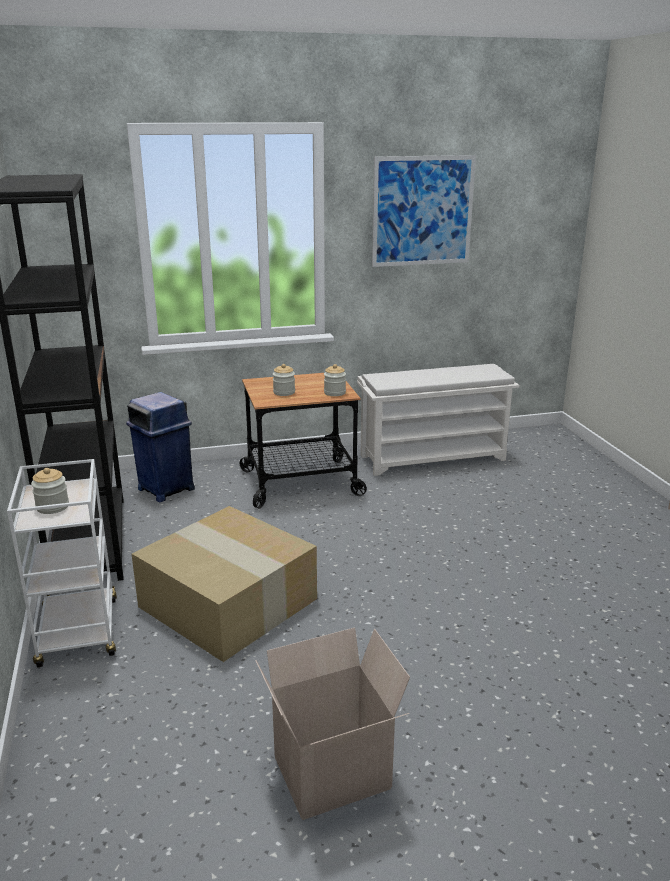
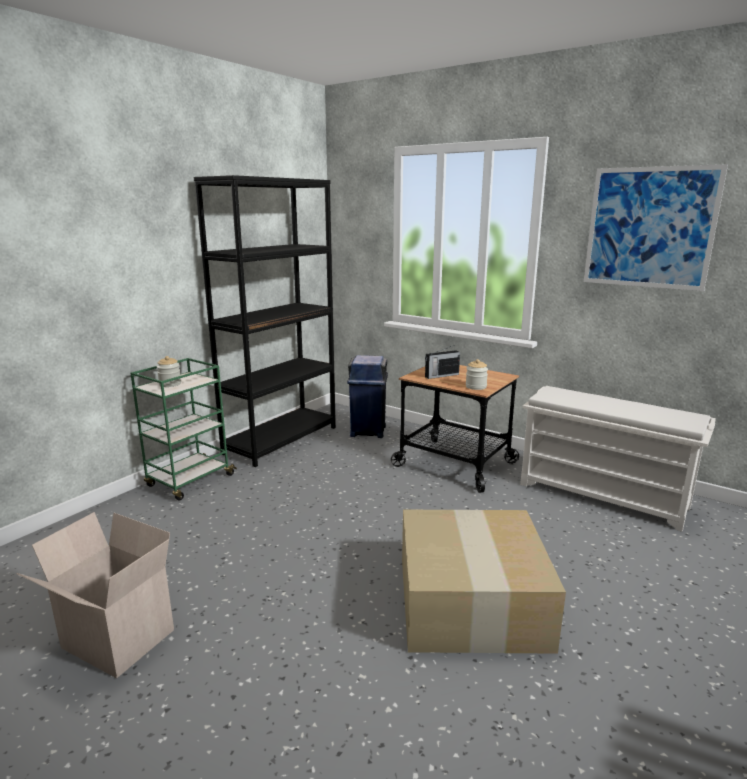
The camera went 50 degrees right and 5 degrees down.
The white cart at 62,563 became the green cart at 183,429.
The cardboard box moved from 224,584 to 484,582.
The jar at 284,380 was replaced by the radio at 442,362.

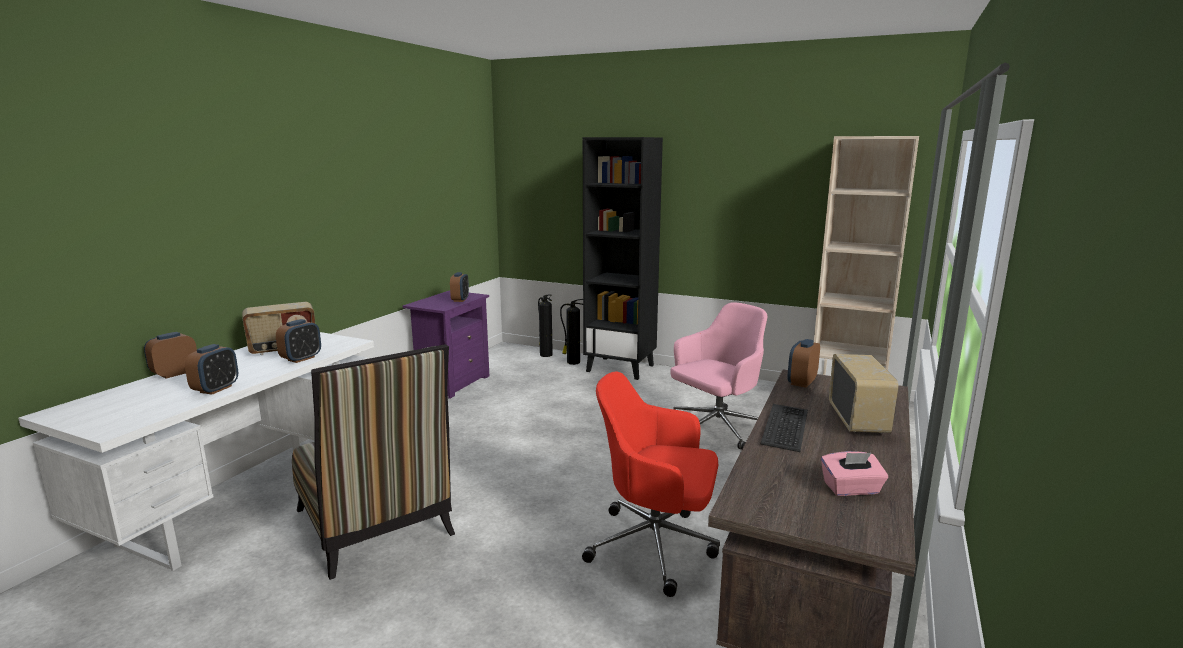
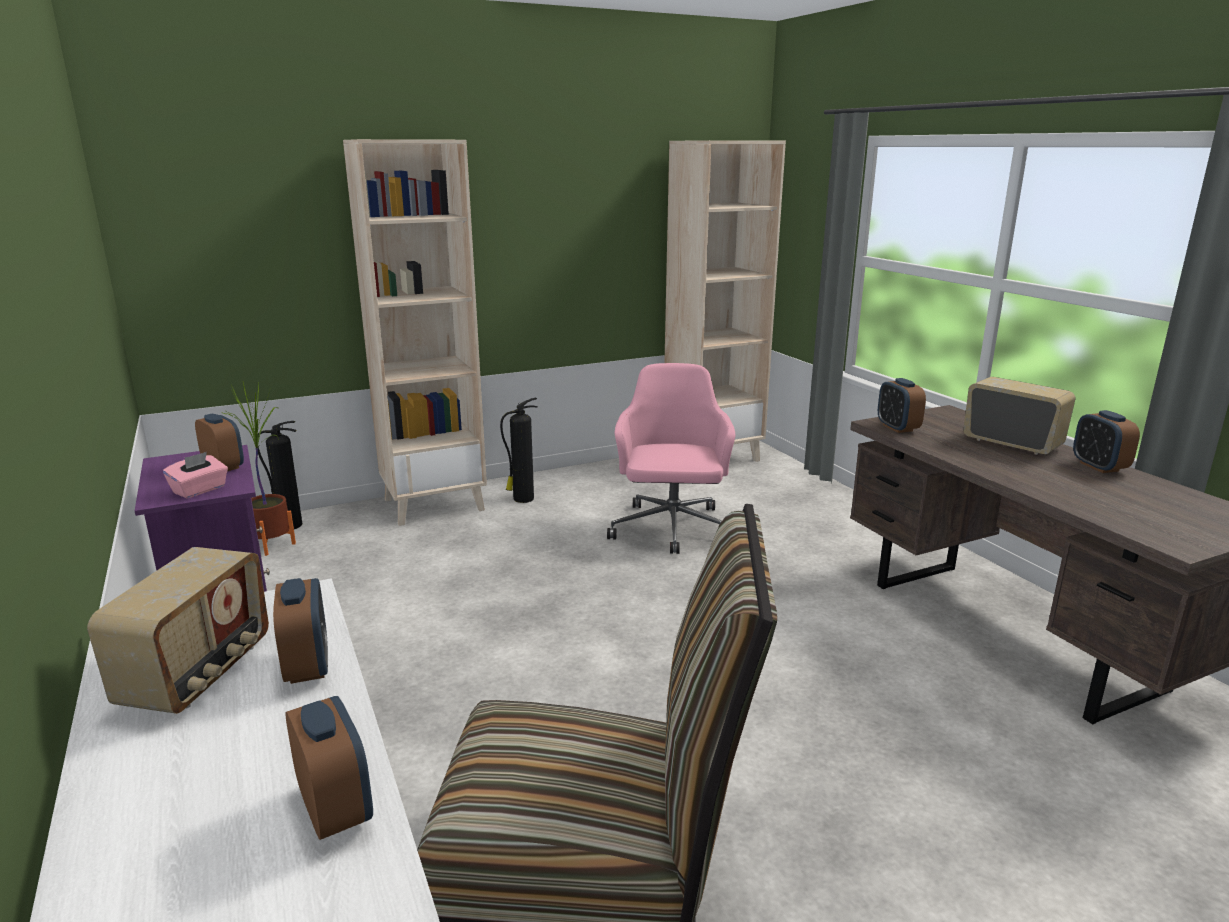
The camera went 50 degrees left and 5 degrees up.
The alarm clock moved from 170,355 to 1106,441.
The fire extinguisher moved from 571,332 to 518,450.
The red office chair at 651,484 disappeared.
The black bookcase at 623,258 became the beige bookcase at 415,332.
The keyboard at 784,428 disappeared.
The pink tissue box moved from 854,473 to 195,475.
The potted plant at 259,469 appeared.

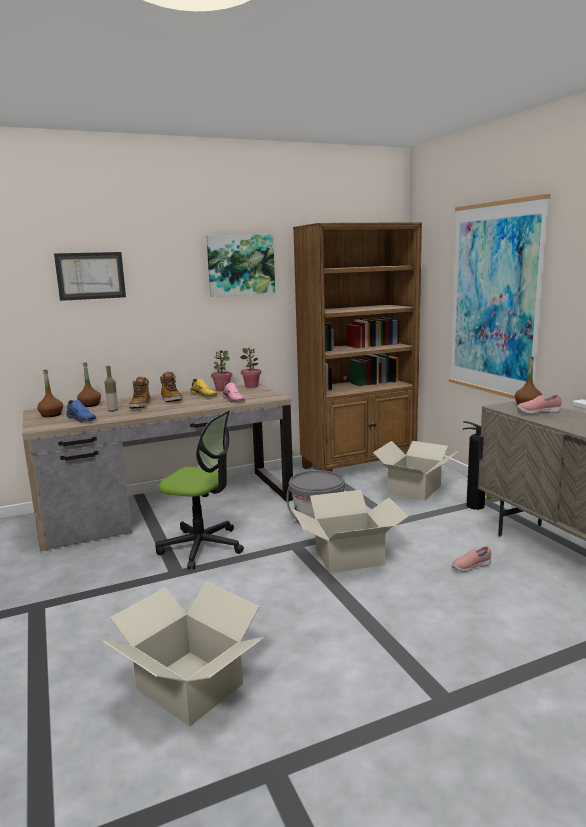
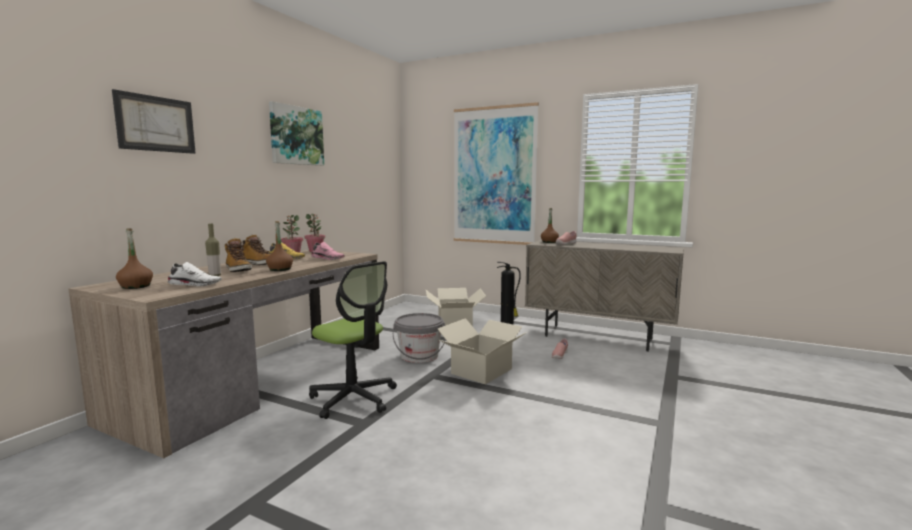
The camera went 40 degrees left and 5 degrees down.
The blue shoe at 81,411 became the white shoe at 194,274.
The brown bottle moved from 89,384 to 279,246.
The cardboard box at 183,654 disappeared.
The office chair at 199,489 turned 60 degrees clockwise.
The brown bookcase at 357,347 disappeared.

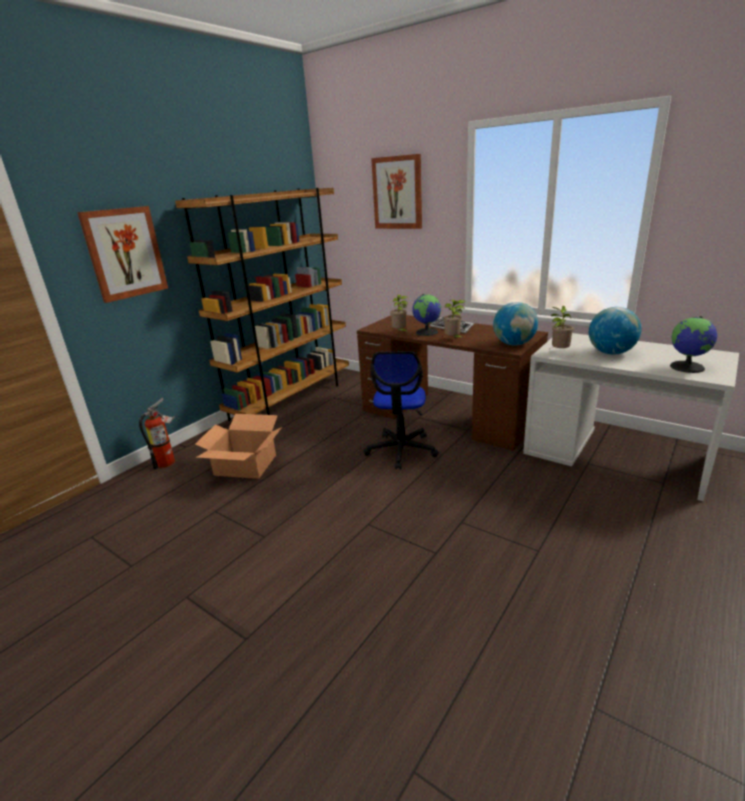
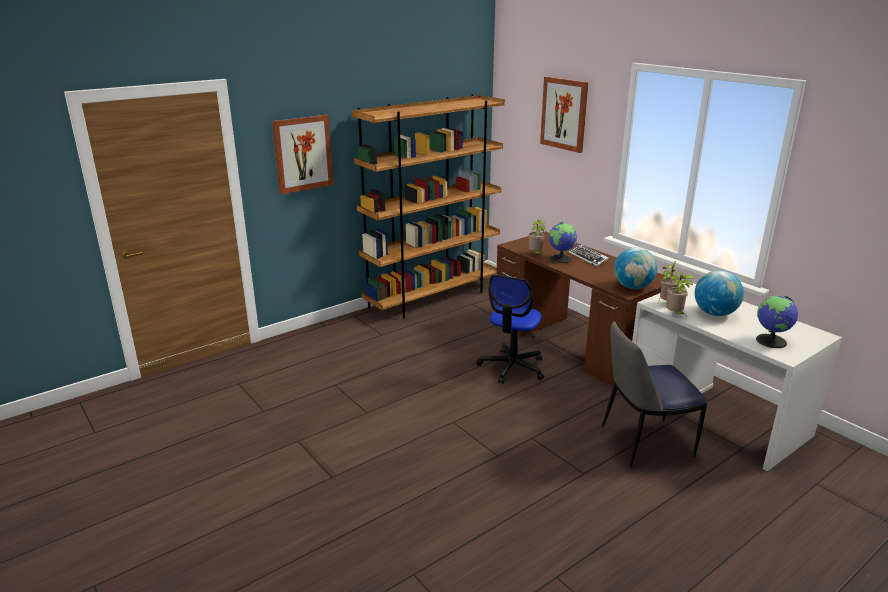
The camera went 15 degrees right and 0 degrees up.
The fire extinguisher at 157,433 disappeared.
The cardboard box at 238,446 disappeared.
The potted plant moved from 455,318 to 680,294.
The chair at 655,394 appeared.

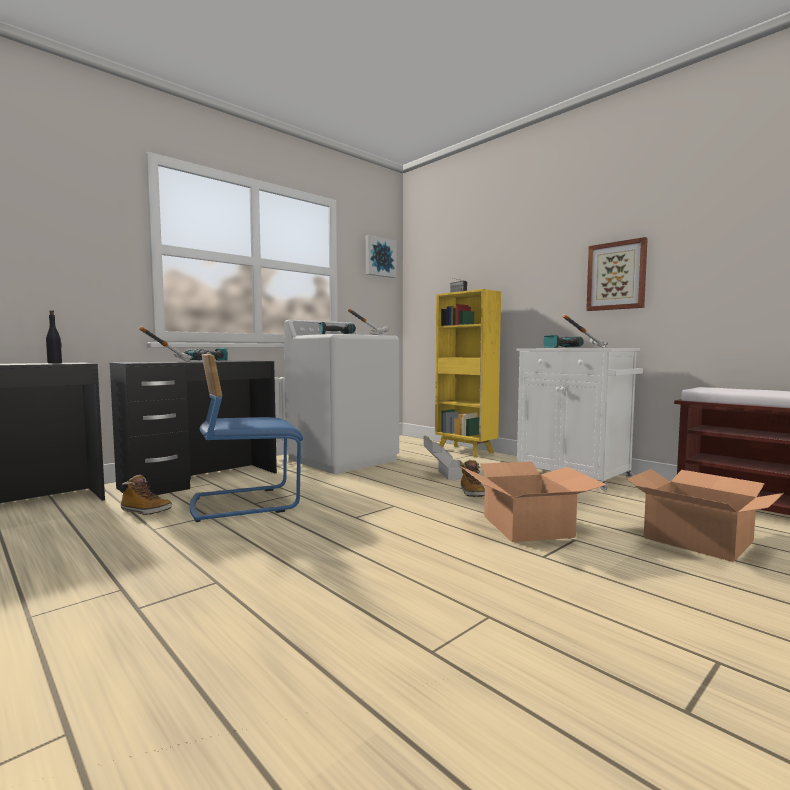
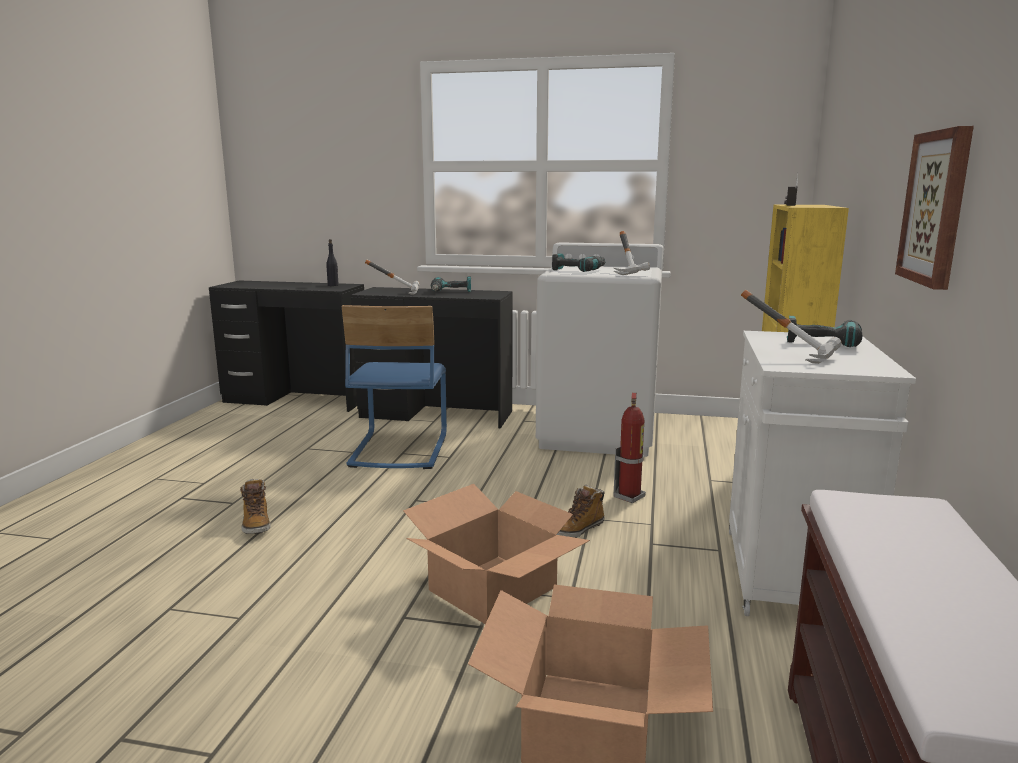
The camera went 55 degrees right and 10 degrees up.
The boot moved from 146,495 to 255,506.
The blue chair at 246,438 turned 120 degrees counterclockwise.
The picture at 381,256 disappeared.
The cardboard box at 444,458 was replaced by the fire extinguisher at 629,448.

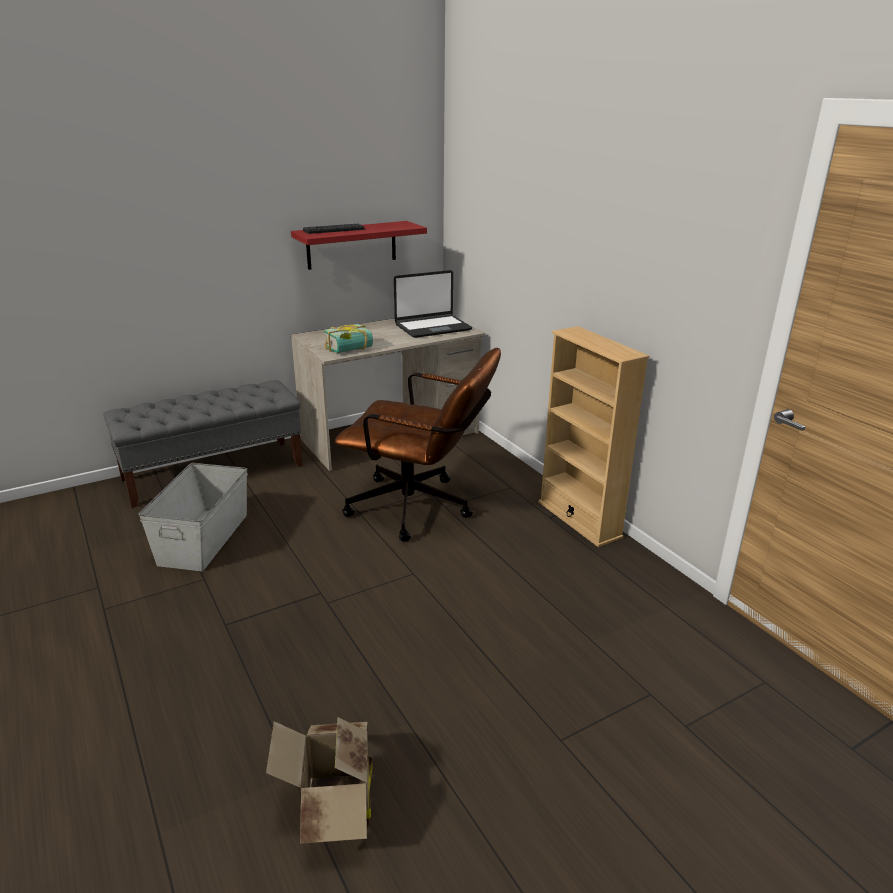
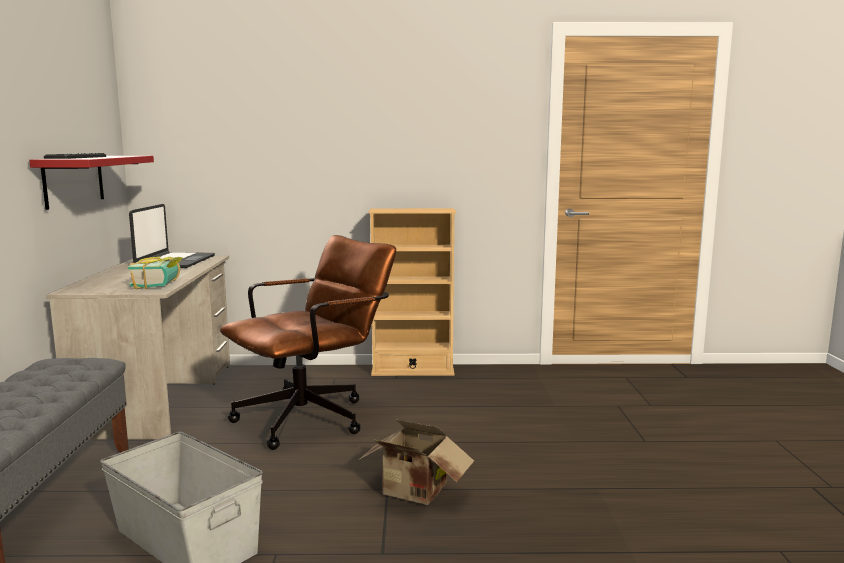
The camera went 60 degrees left and 15 degrees down.
The cardboard box moved from 319,780 to 416,462.

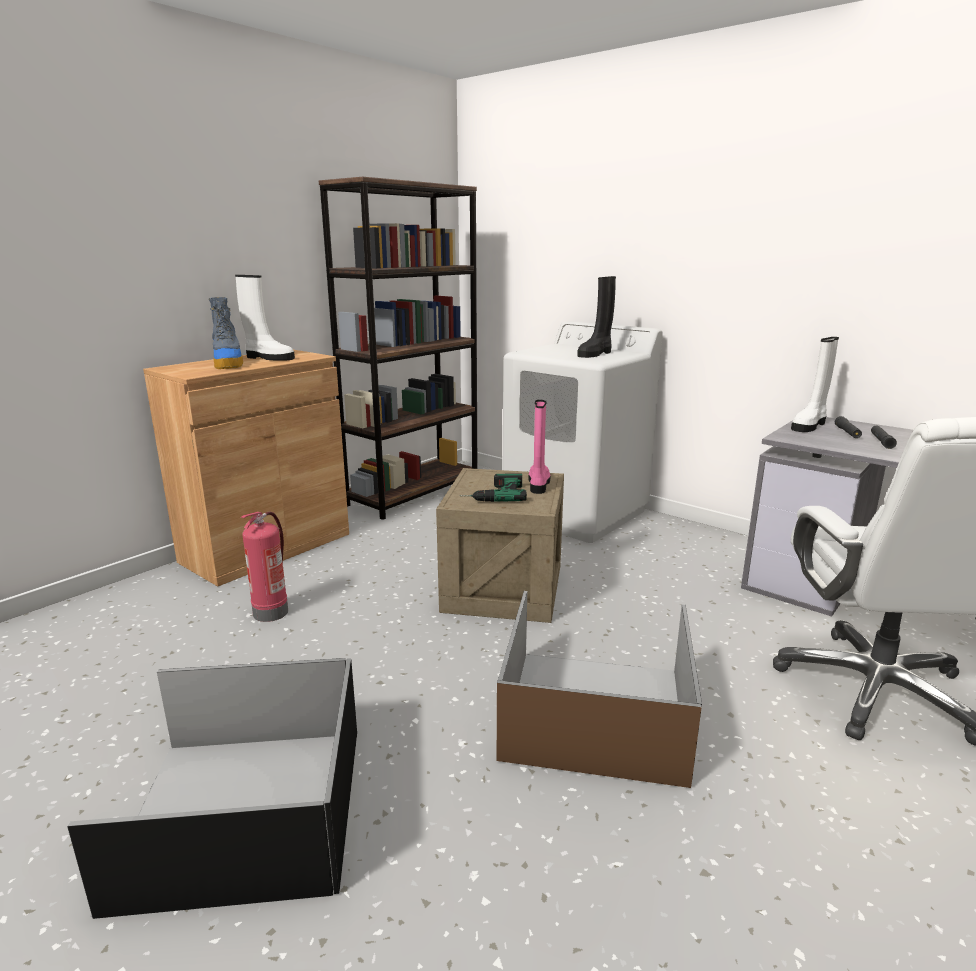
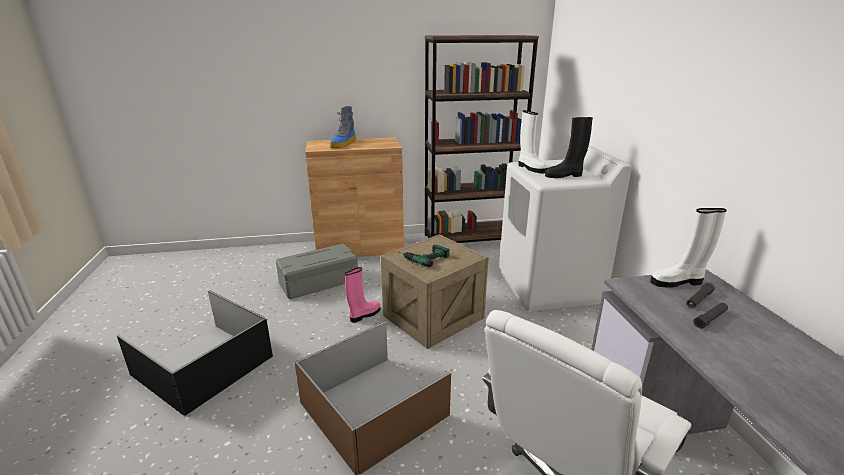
The camera went 40 degrees right and 5 degrees up.
The white boot moved from 265,318 to 533,141.
The fire extinguisher at 264,567 was replaced by the grey storage box at 317,271.
The pink boot moved from 539,447 to 362,295.

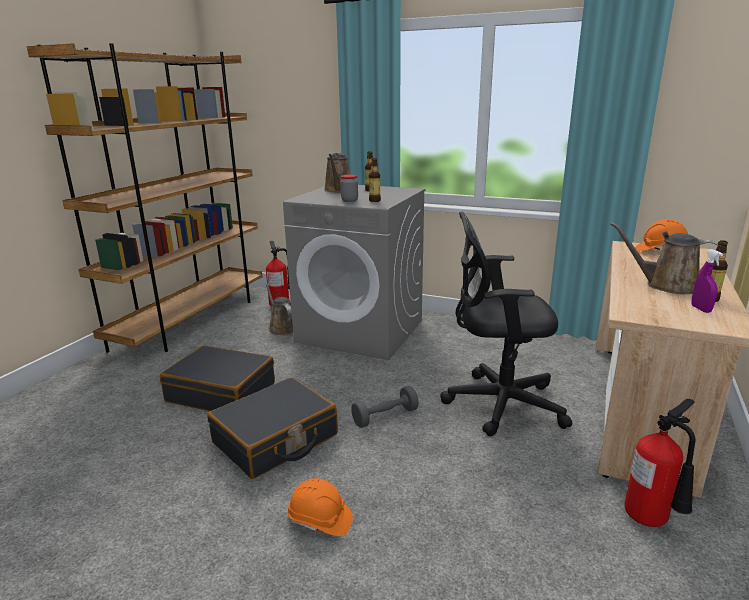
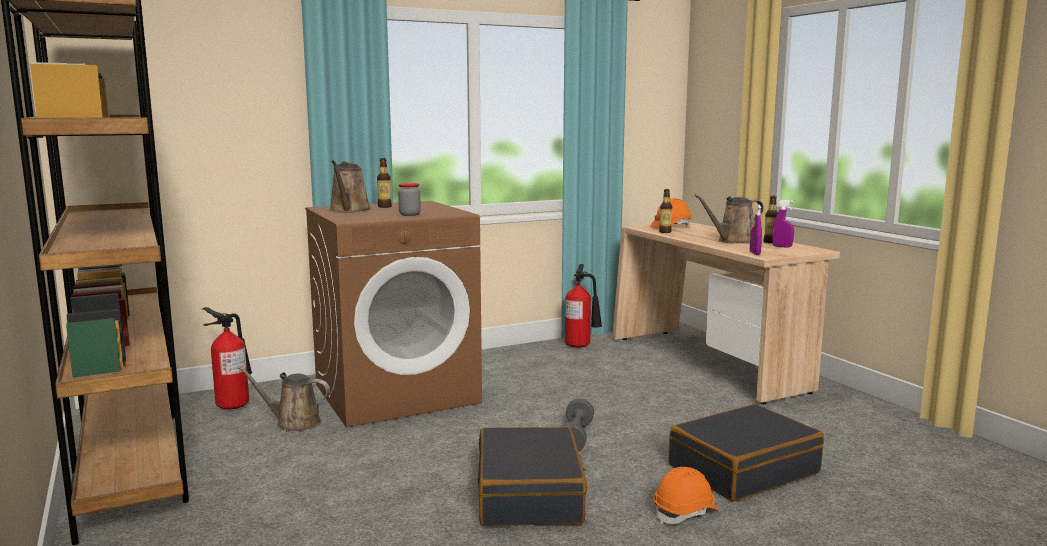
The camera went 50 degrees left and 10 degrees down.
The black suitcase moved from 217,378 to 746,453.
The grey washing machine at 354,272 became the brown washing machine at 393,314.
The brown watering can at 337,172 turned 45 degrees clockwise.
The bottle moved from 375,180 to 665,211.
The black office chair at 506,324 disappeared.
The fire extinguisher moved from 659,463 to 583,306.
The purple spray bottle at 756,229 appeared.

